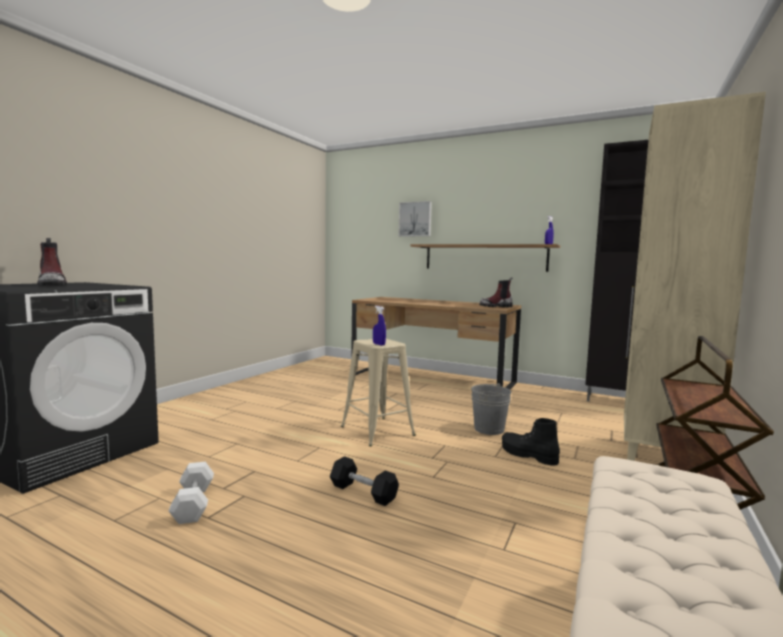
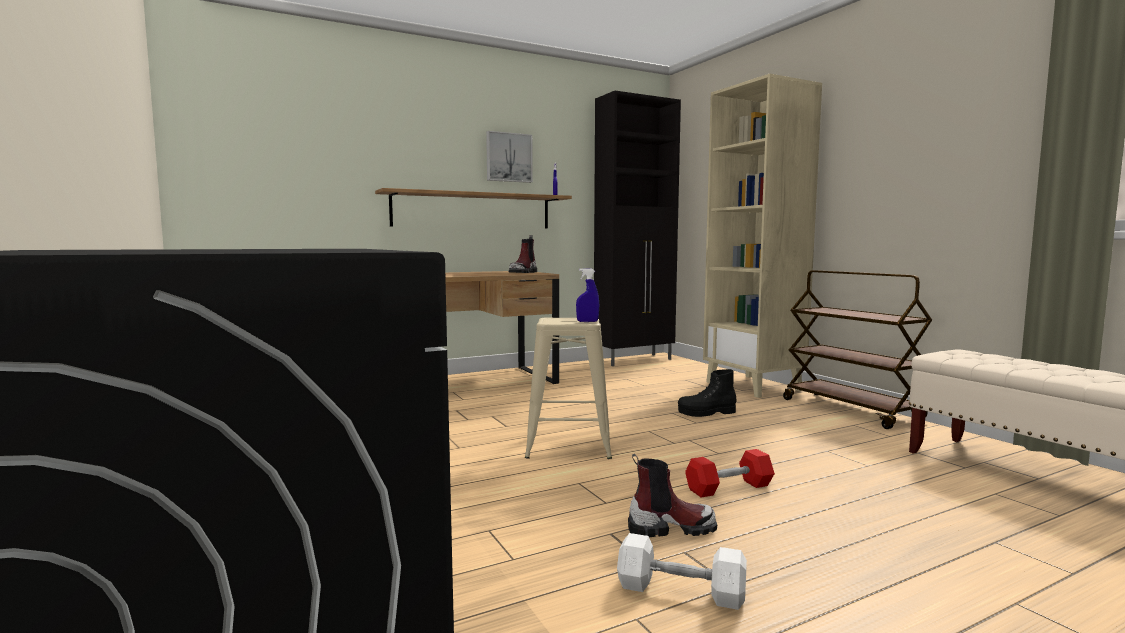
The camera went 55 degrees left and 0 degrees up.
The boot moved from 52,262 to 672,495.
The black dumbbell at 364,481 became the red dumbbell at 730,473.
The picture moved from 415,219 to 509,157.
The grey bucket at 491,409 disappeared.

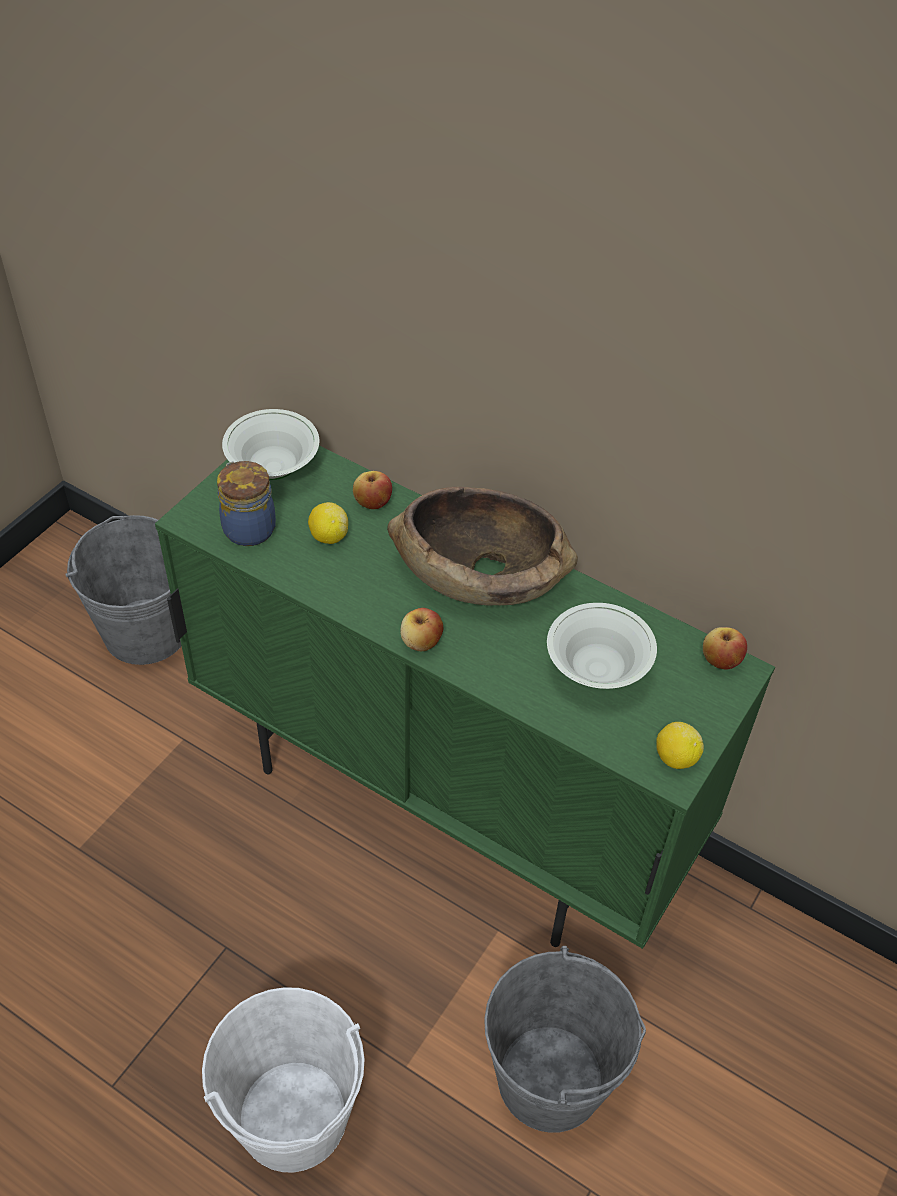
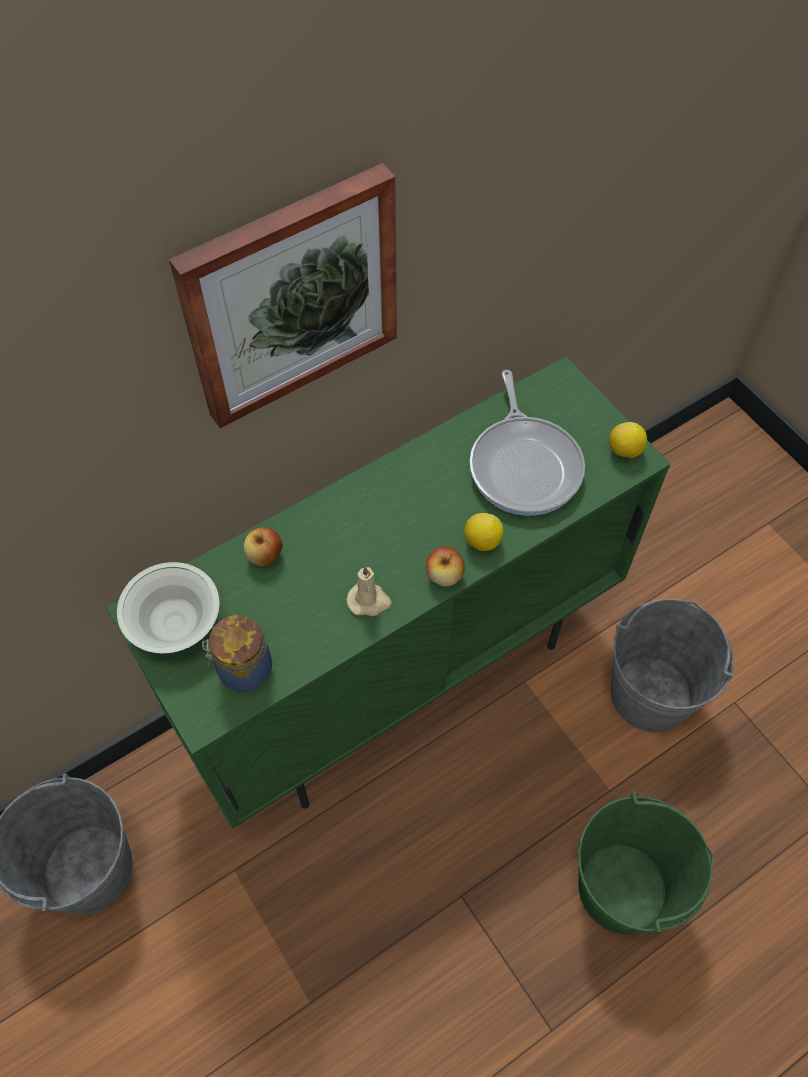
The camera went 65 degrees left and 10 degrees up.
The white bucket at 283,1079 became the green bucket at 646,863.
The lemon moved from 328,523 to 484,532.
The brown bowl at 482,546 disappeared.
The white bowl at 602,646 was replaced by the frying pan at 527,443.
The apple at 725,648 disappeared.
The picture at 283,295 appeared.
The beige candle at 369,591 appeared.

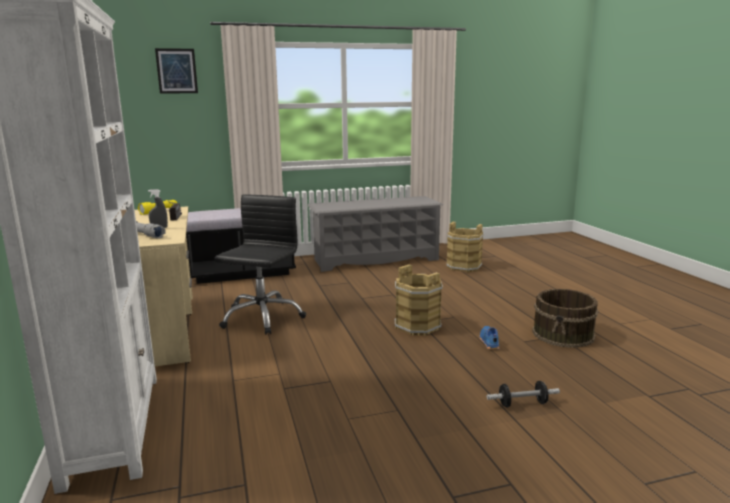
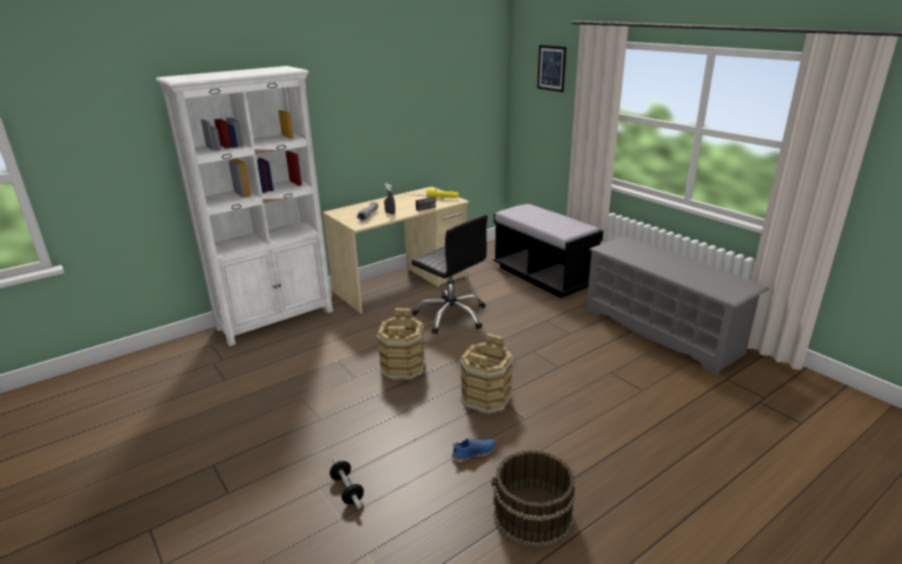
The camera went 70 degrees right and 10 degrees up.
The black office chair at 260,265 turned 45 degrees clockwise.
The brown bucket moved from 465,247 to 400,344.

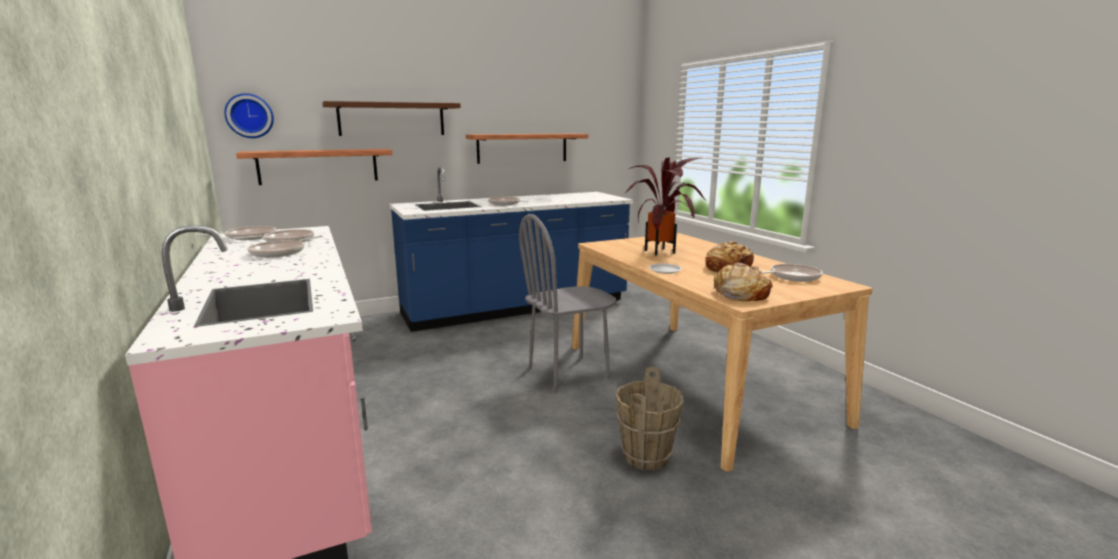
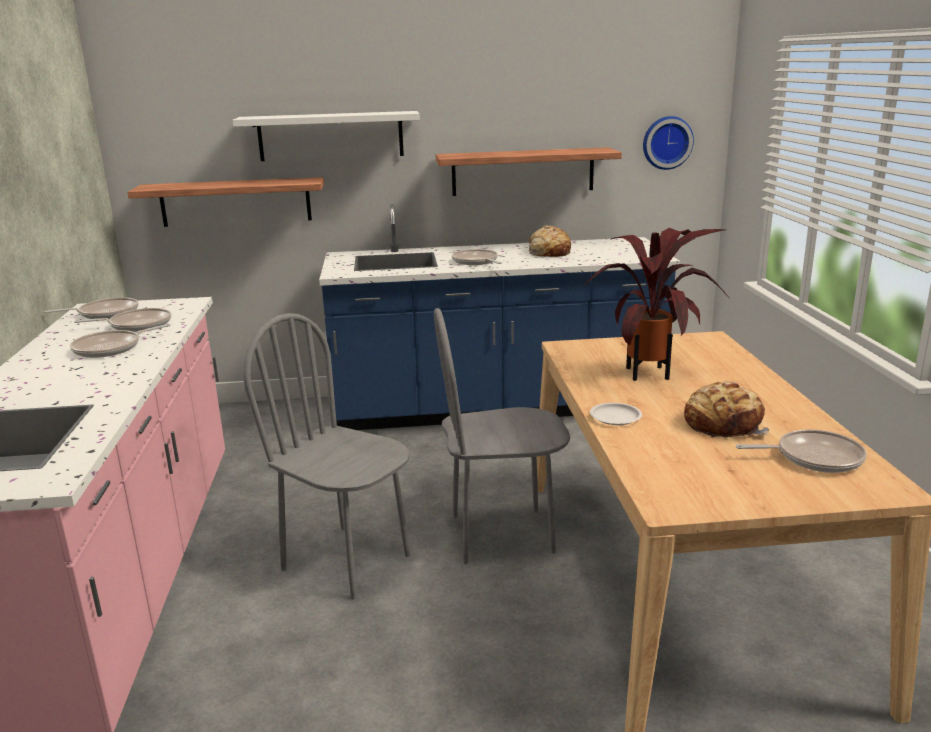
The camera went 20 degrees right and 5 degrees up.
The wall clock moved from 249,115 to 668,143.
The brown shelf at 391,118 became the white shelf at 326,136.
The brown bucket at 650,418 disappeared.
The bread moved from 743,281 to 550,241.
The grey chair at 326,456 appeared.

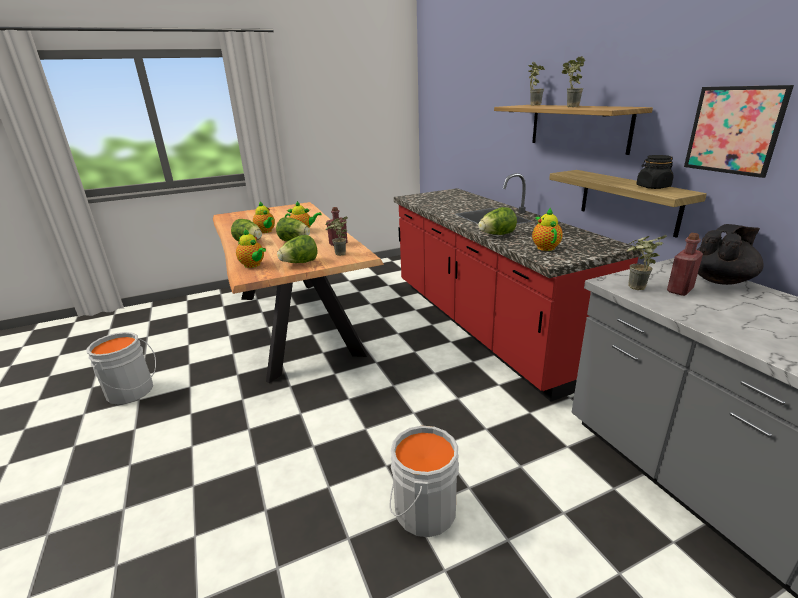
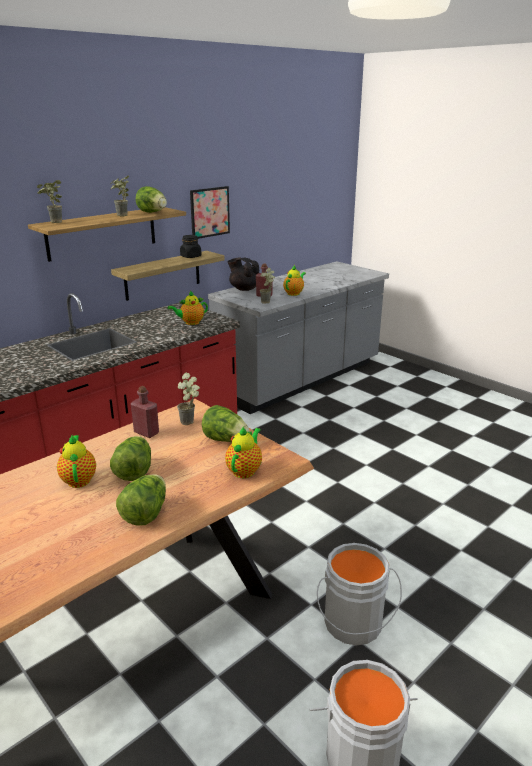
The camera went 110 degrees left and 0 degrees up.
The teapot moved from 264,217 to 294,280.
The grey bucket moved from 424,481 to 359,594.
The lettuce moved from 497,221 to 151,199.

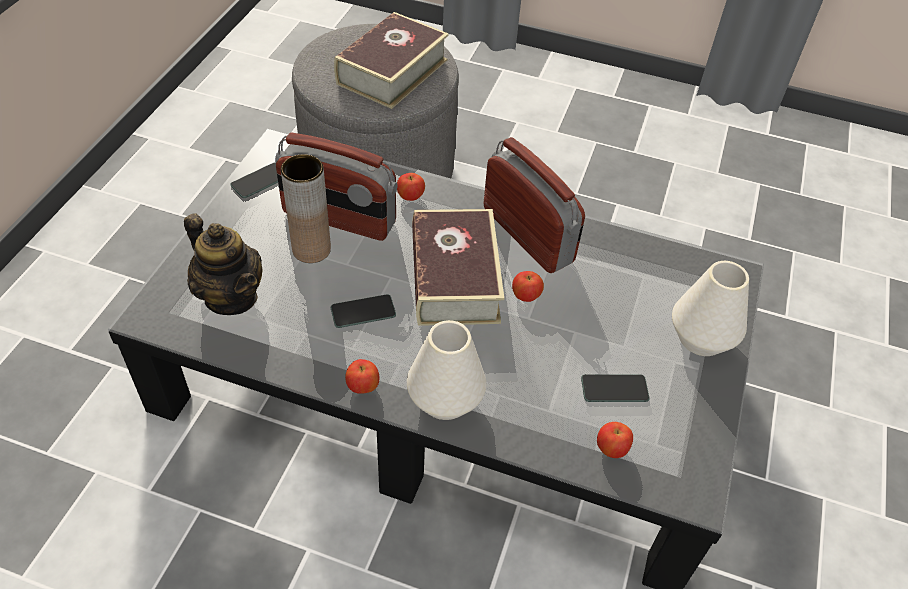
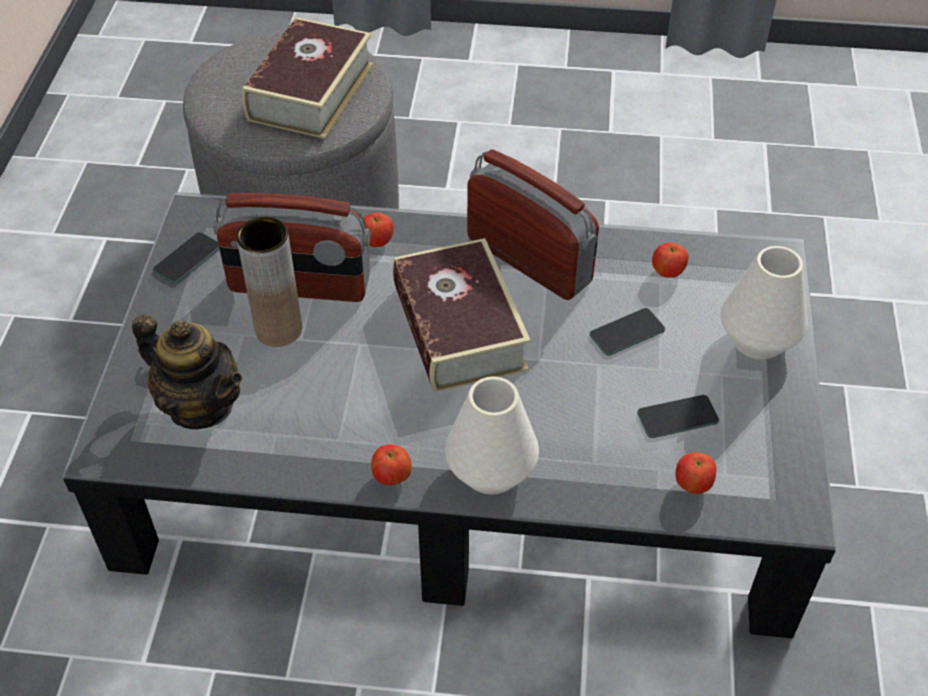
The camera went 10 degrees left and 0 degrees up.
The phone moved from 363,311 to 627,332.
The apple moved from 528,286 to 670,260.

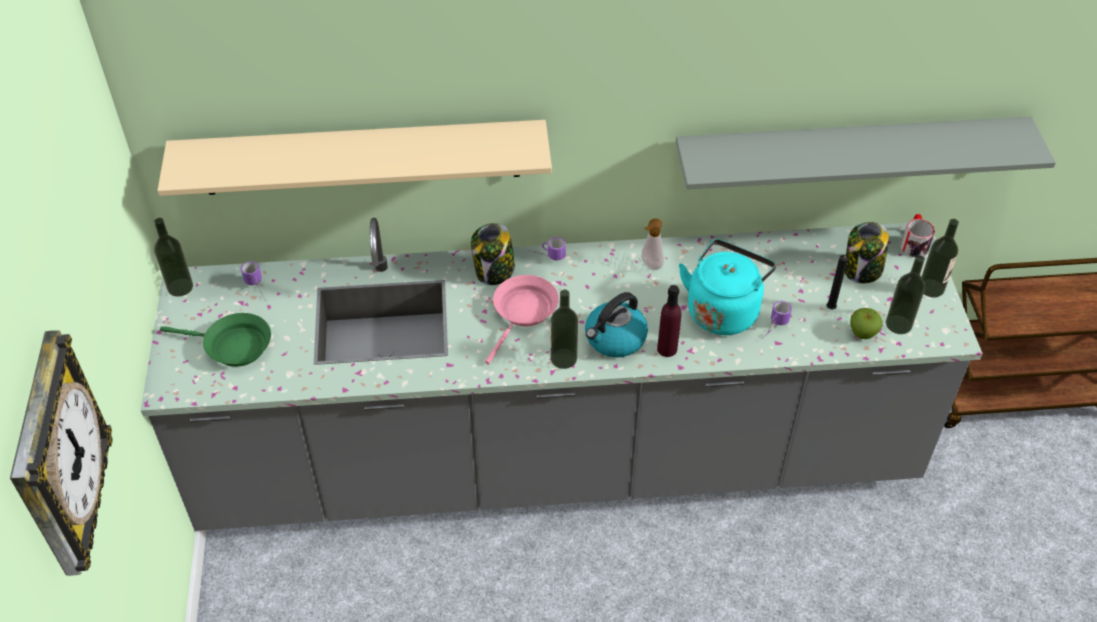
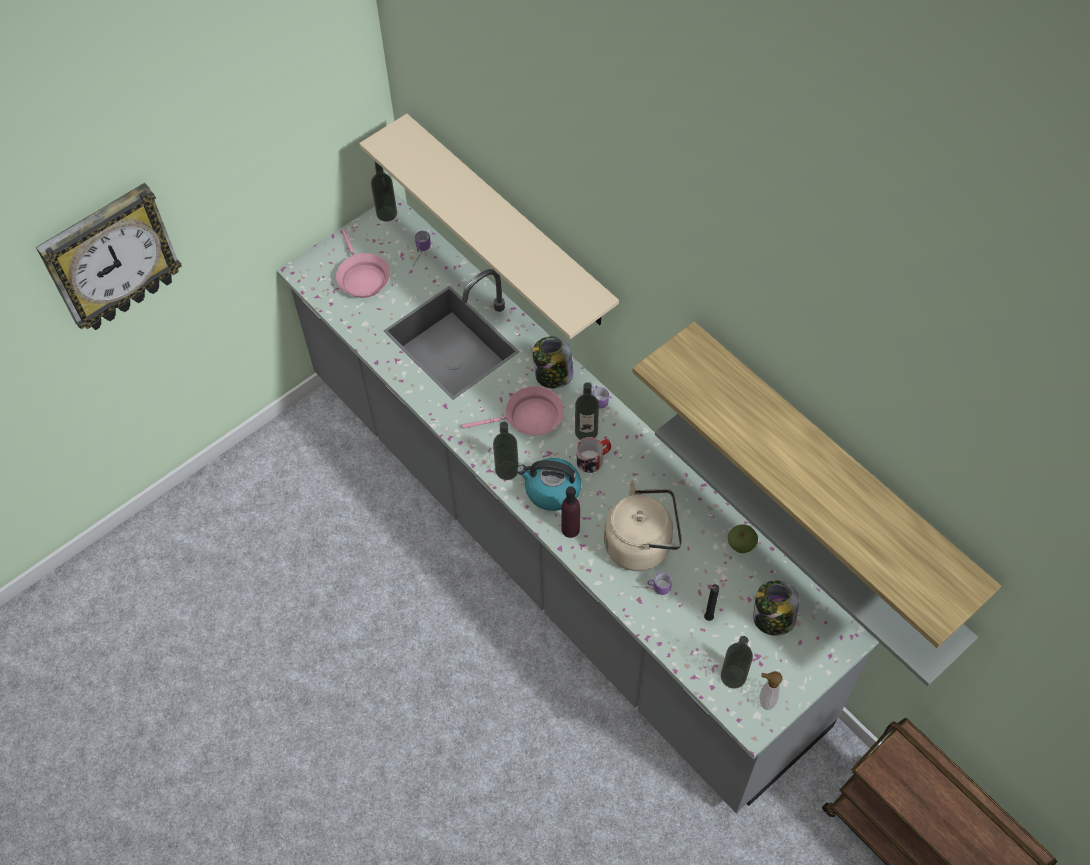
The camera went 55 degrees right and 10 degrees up.
The green frying pan at 215,340 became the pink frying pan at 363,263.
The soap dispenser moved from 652,244 to 771,690.
The turquoise kettle at 727,287 became the beige kettle at 643,527.
The apple moved from 866,323 to 743,538.
The mug moved from 918,235 to 593,455.
The bottle moved from 940,258 to 587,411.
The shelf at 816,485 appeared.

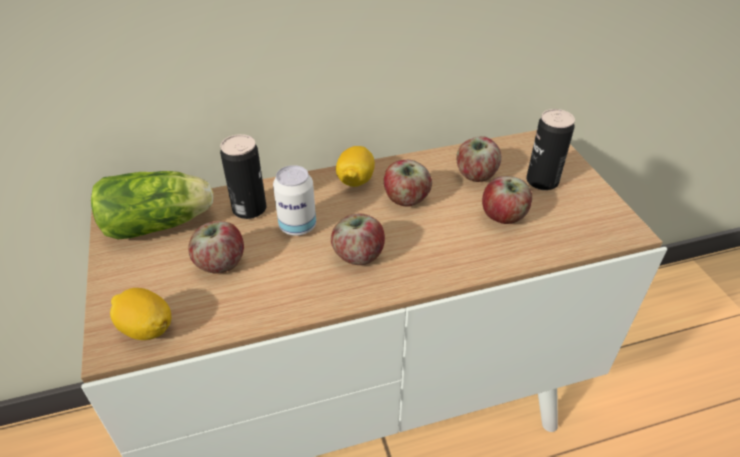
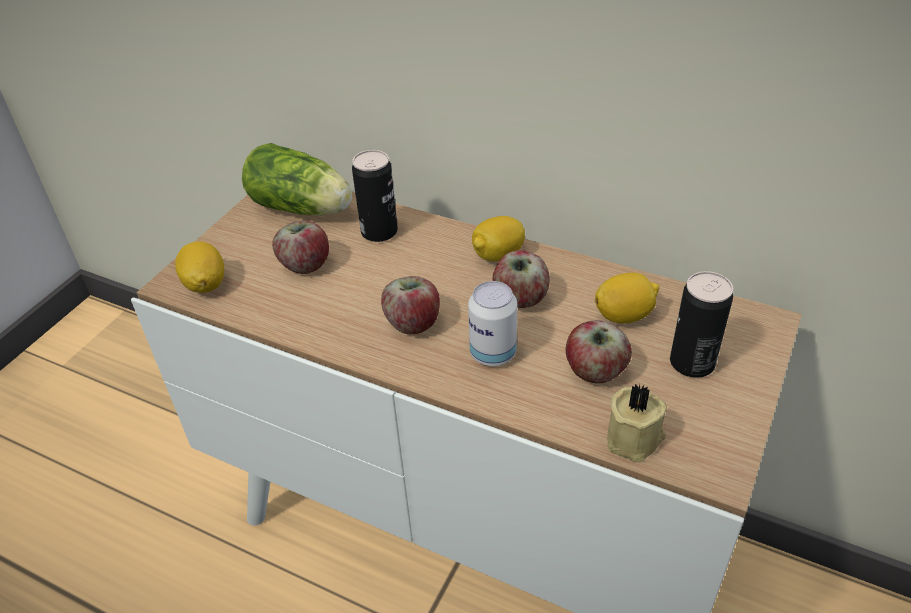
The camera went 45 degrees right and 0 degrees up.
The can moved from 294,200 to 492,323.
The apple at 479,159 was replaced by the lemon at 627,298.
The beige candle at 637,423 appeared.

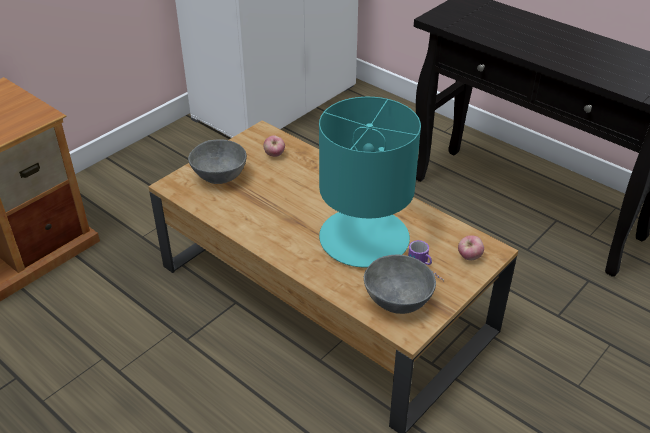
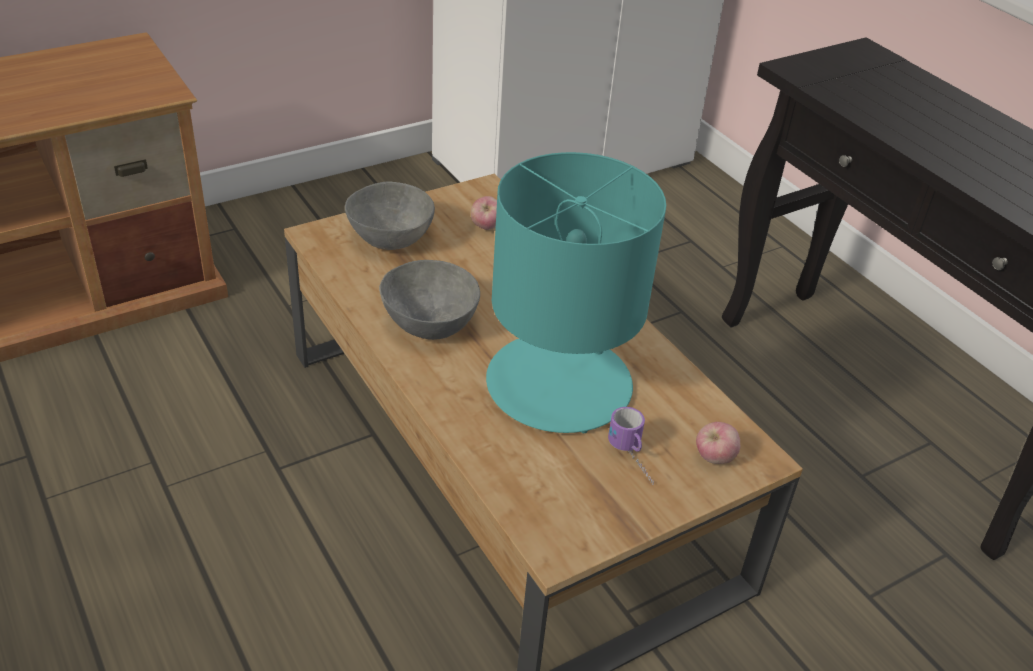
The camera went 15 degrees right and 0 degrees up.
The grey bowl moved from 400,284 to 429,300.

